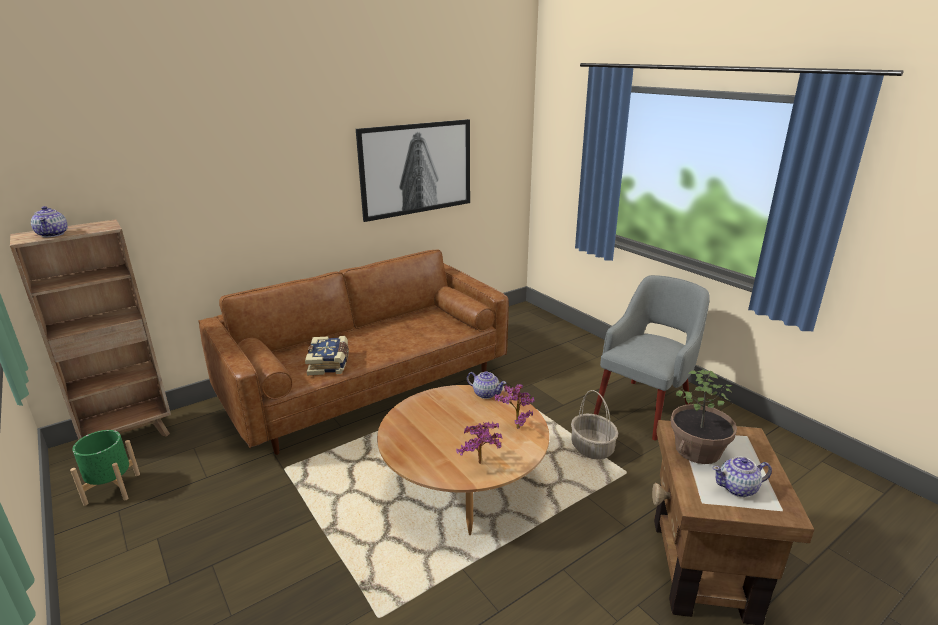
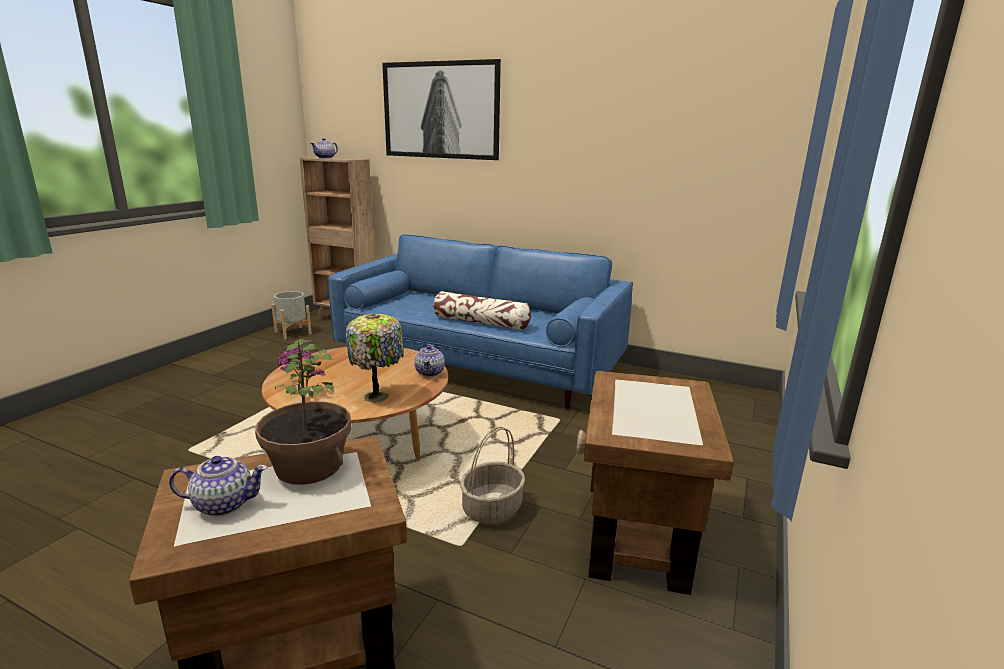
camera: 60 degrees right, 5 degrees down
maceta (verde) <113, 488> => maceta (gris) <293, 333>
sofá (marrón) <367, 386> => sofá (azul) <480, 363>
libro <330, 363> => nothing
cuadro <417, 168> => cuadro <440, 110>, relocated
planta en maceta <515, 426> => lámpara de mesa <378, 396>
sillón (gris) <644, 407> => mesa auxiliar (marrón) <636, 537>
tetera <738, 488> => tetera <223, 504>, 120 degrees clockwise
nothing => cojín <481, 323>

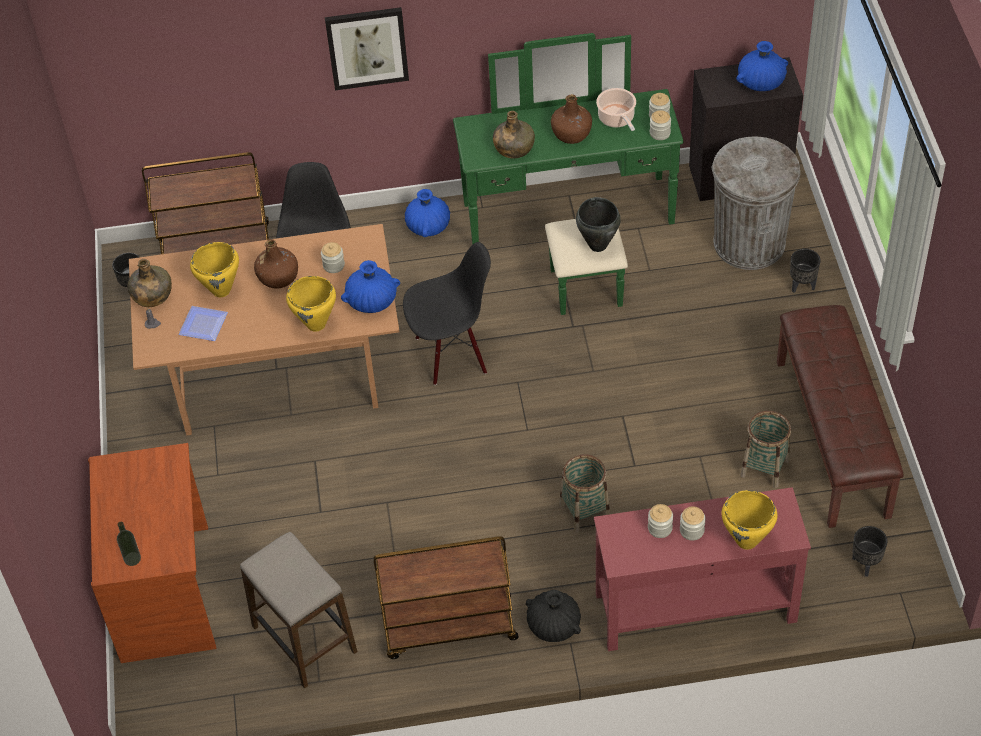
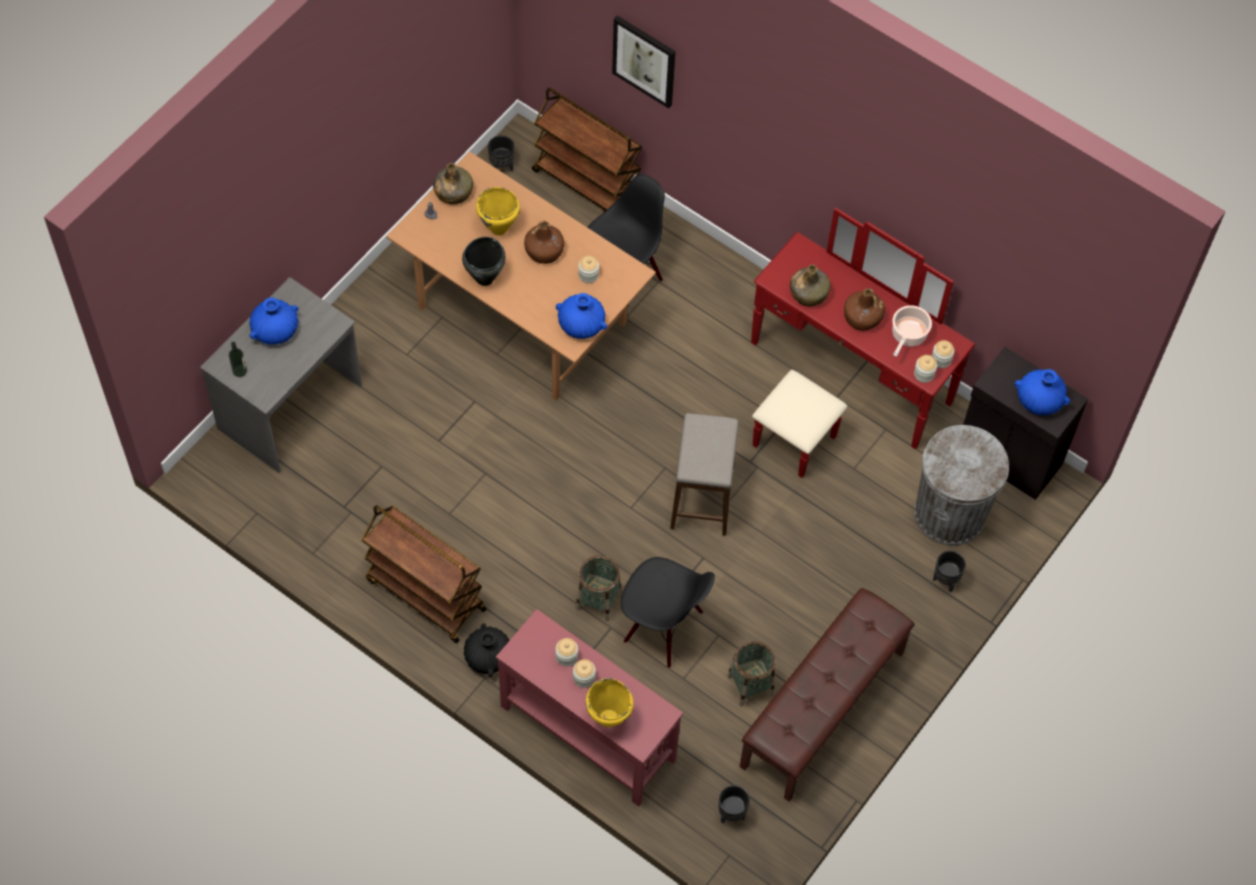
camera: 40 degrees right, 10 degrees up
escritorio (marrón) <167, 593> => escritorio (gris) <291, 408>
plato <205, 324> => nothing
taburete <304, 639> => taburete <702, 497>, relocated
olla (amarillo) <316, 324> => nothing
cuadro <367, 47> => cuadro <644, 60>, relocated
silla (negro) <451, 354> => silla (negro) <663, 628>, relocated
florero (azul) <428, 227> => florero (azul) <275, 330>, relocated
cómoda (verde) <573, 230> => cómoda (rojo) <839, 388>
olla (negro) <597, 245> => olla (negro) <484, 278>, relocated

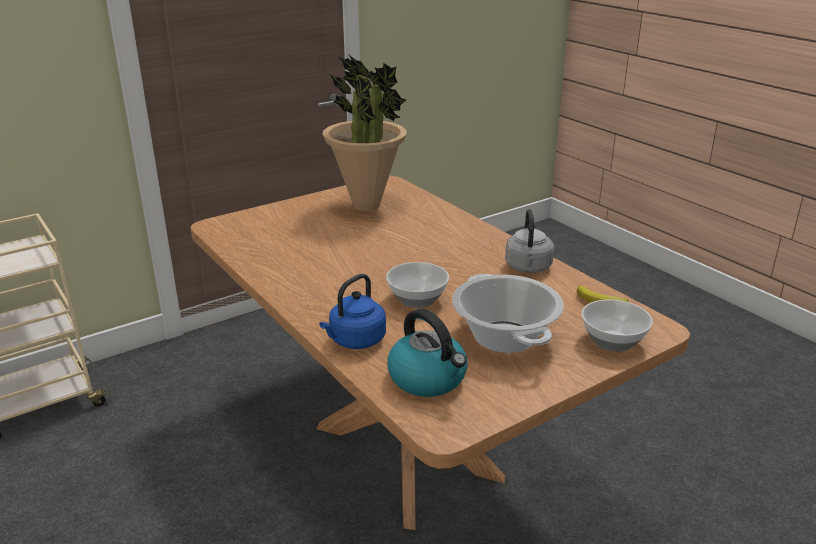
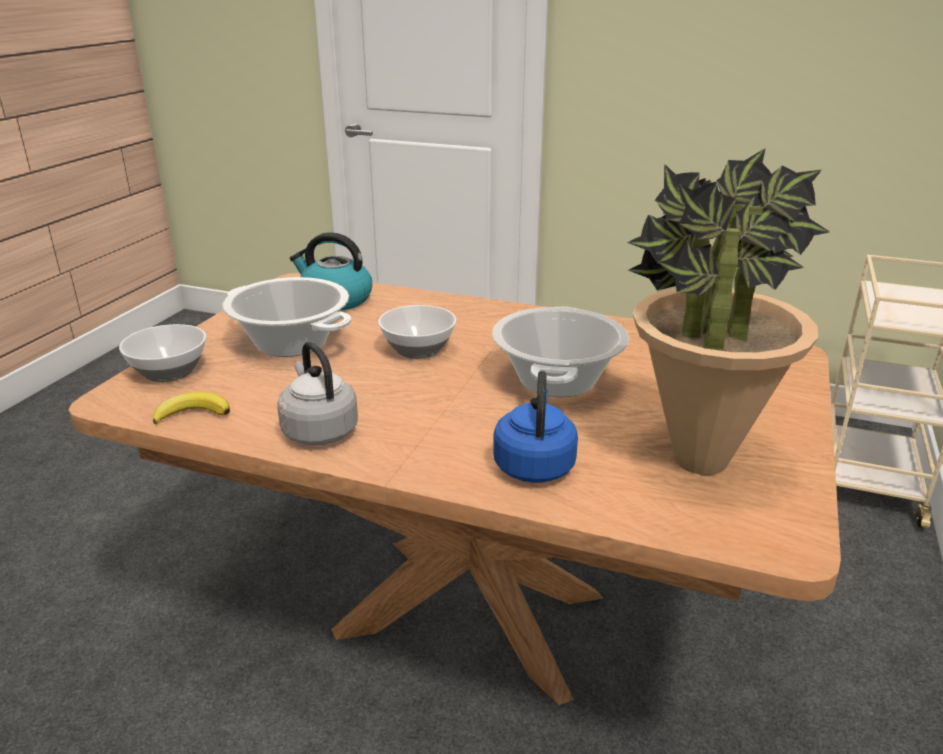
camera: 145 degrees right, 0 degrees up
hervidor (azul) <355, 341> => hervidor (azul) <534, 464>, relocated
nothing => olla <558, 380>

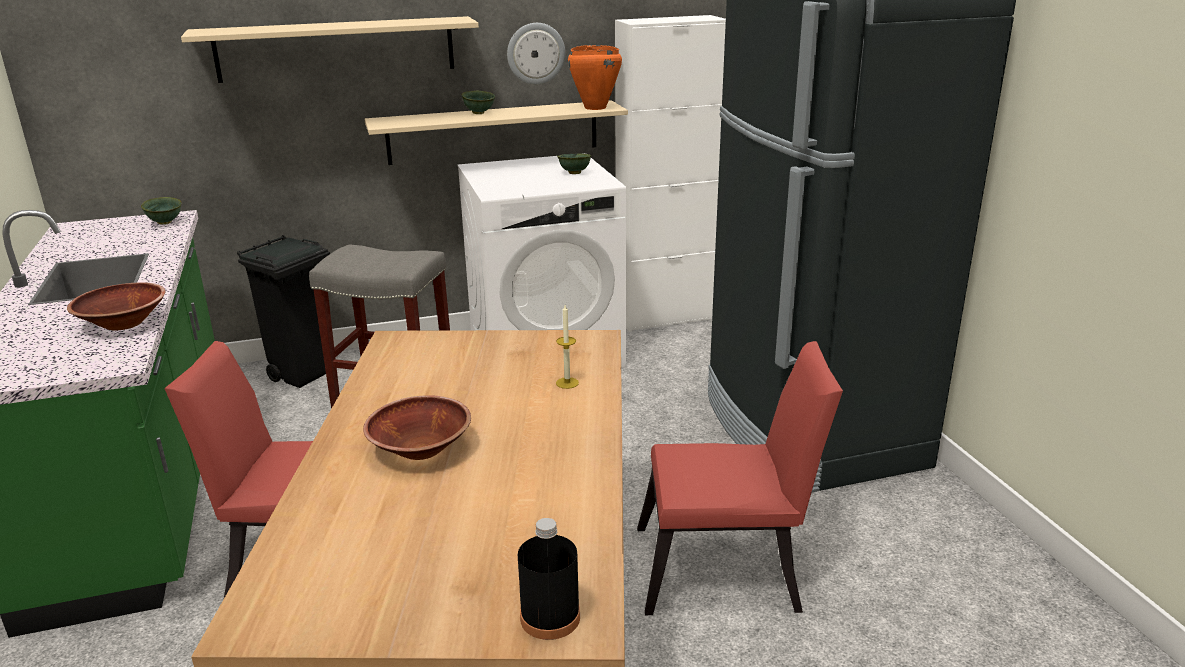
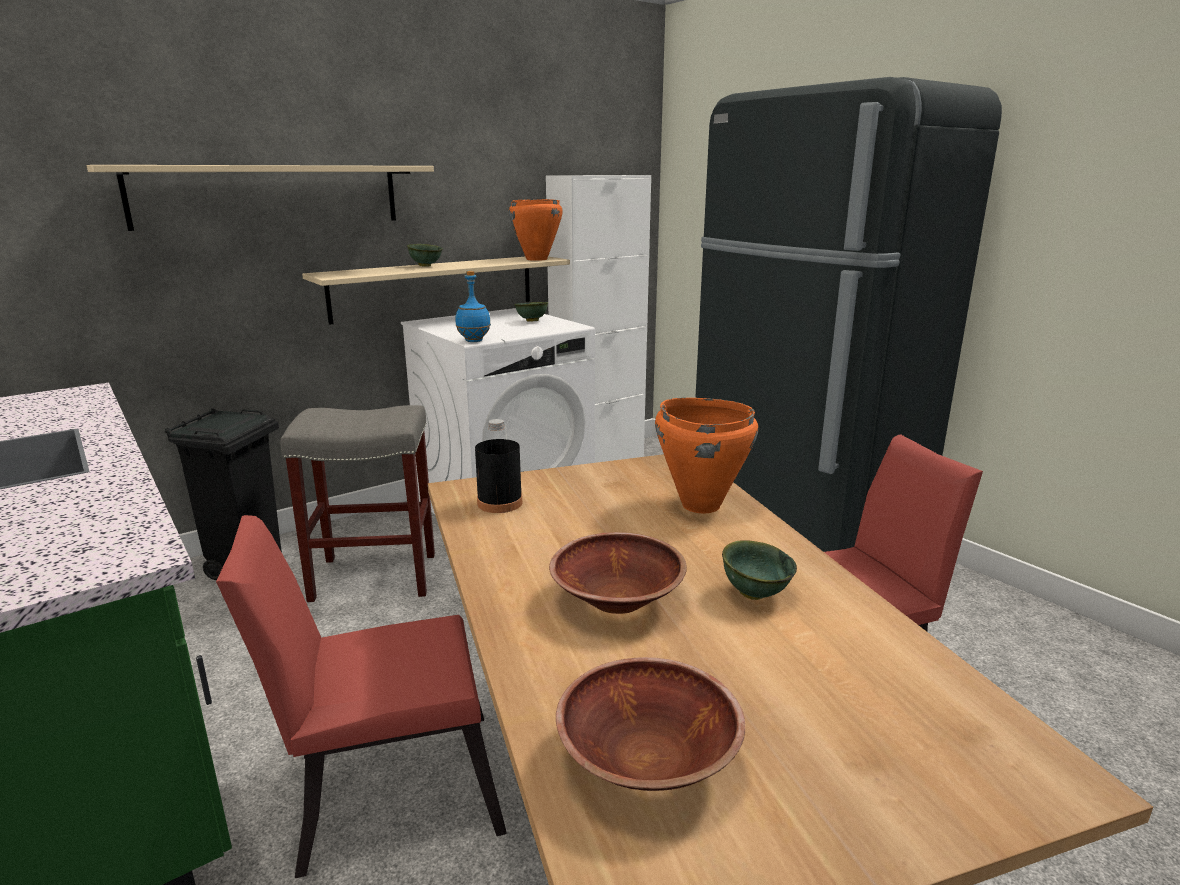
camera: 20 degrees left, 5 degrees down
cuenco (marrón) <123, 323> => cuenco (marrón) <648, 760>, relocated
cuenco (verde) <166, 222> => cuenco (verde) <754, 593>, relocated
reloj de pared <535, 53> => nothing
botella (negro) <550, 617> => botella (negro) <499, 503>, relocated
vela <567, 383> => olla (naranja) <700, 505>
nothing => botella (azul) <473, 341>

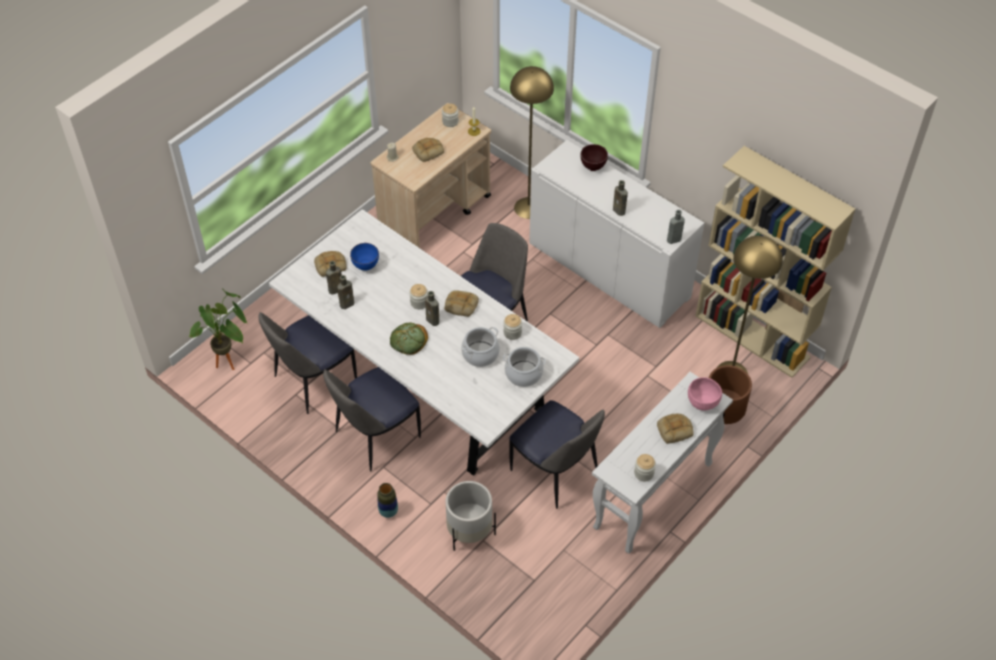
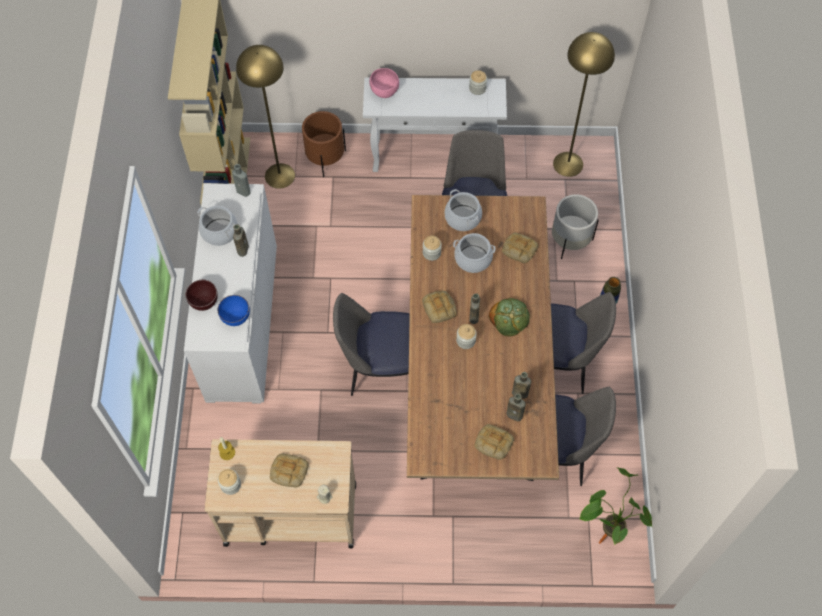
camera: 130 degrees left, 10 degrees up
mesa de comedor (blanco) <425, 378> => mesa de comedor (marrón) <475, 371>
cuenco (azul) <366, 266> => cuenco (azul) <235, 318>, relocated
lámpara de pie (amarillo) <528, 208> => lámpara de pie (amarillo) <568, 164>, relocated
pan <675, 429> => pan <518, 249>, relocated
nothing => olla <219, 232>

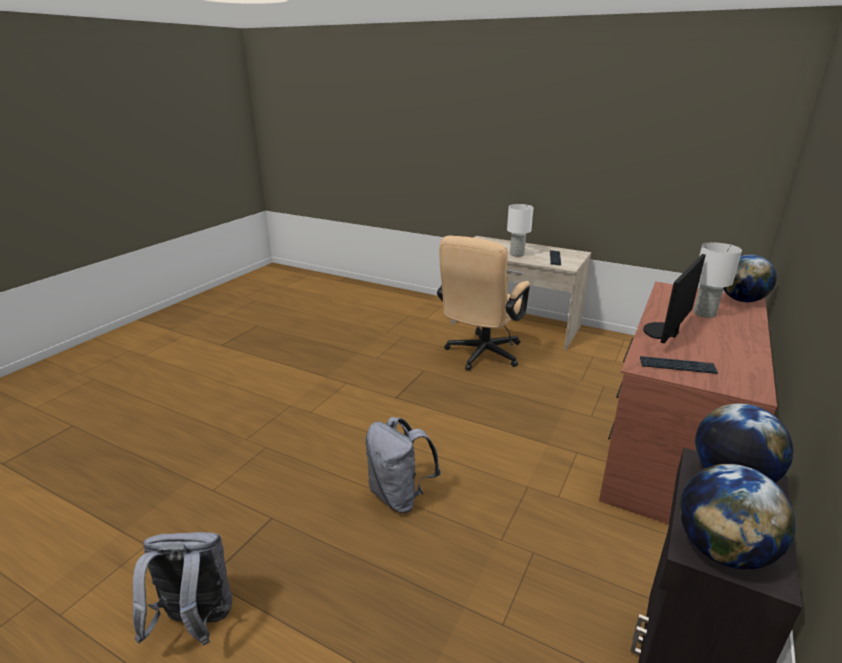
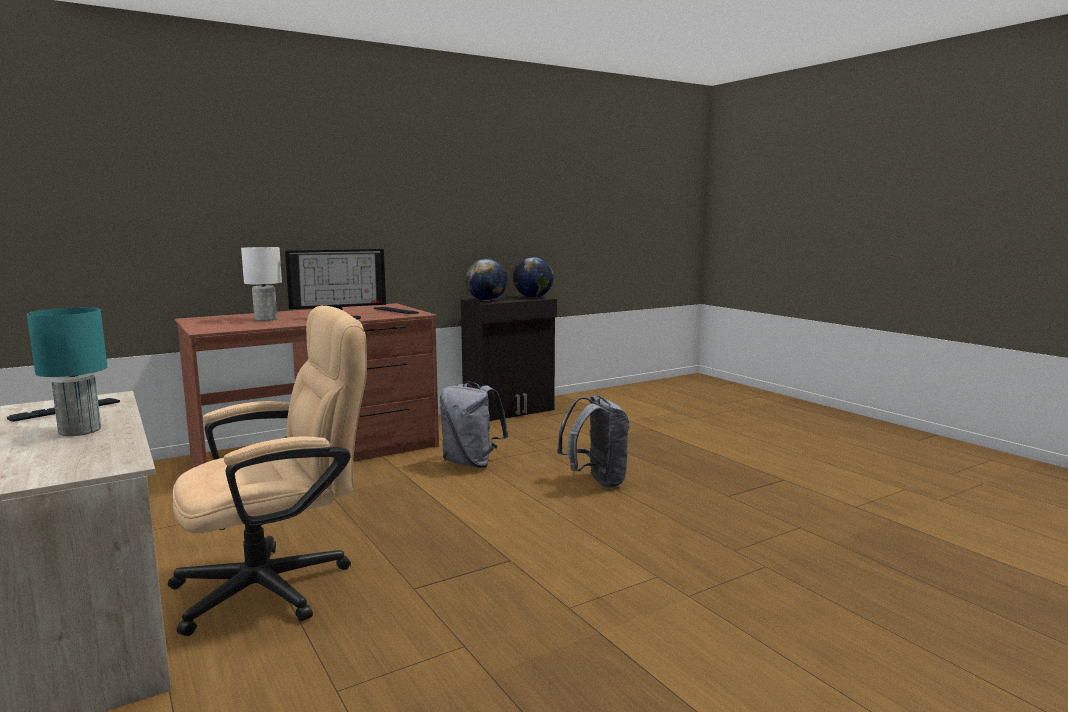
camera: 150 degrees left, 15 degrees down
mochila (gris) <195, 623> => mochila (gris) <471, 463>, relocated
lámpara de mesa (blanco) <517, 254> => lámpara de mesa (turquesa) <81, 430>
globo terráqueo <742, 300> => nothing

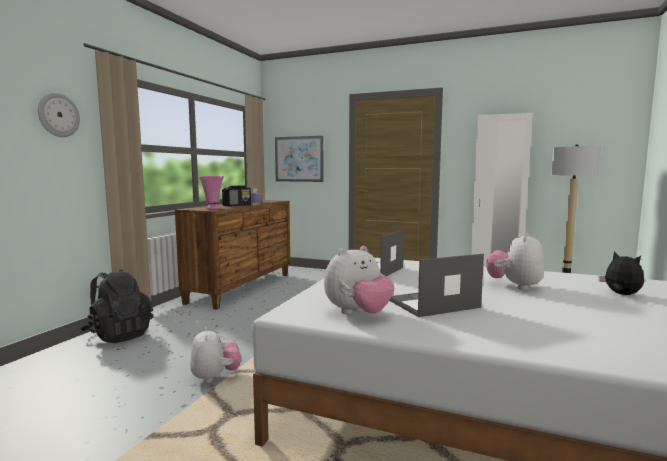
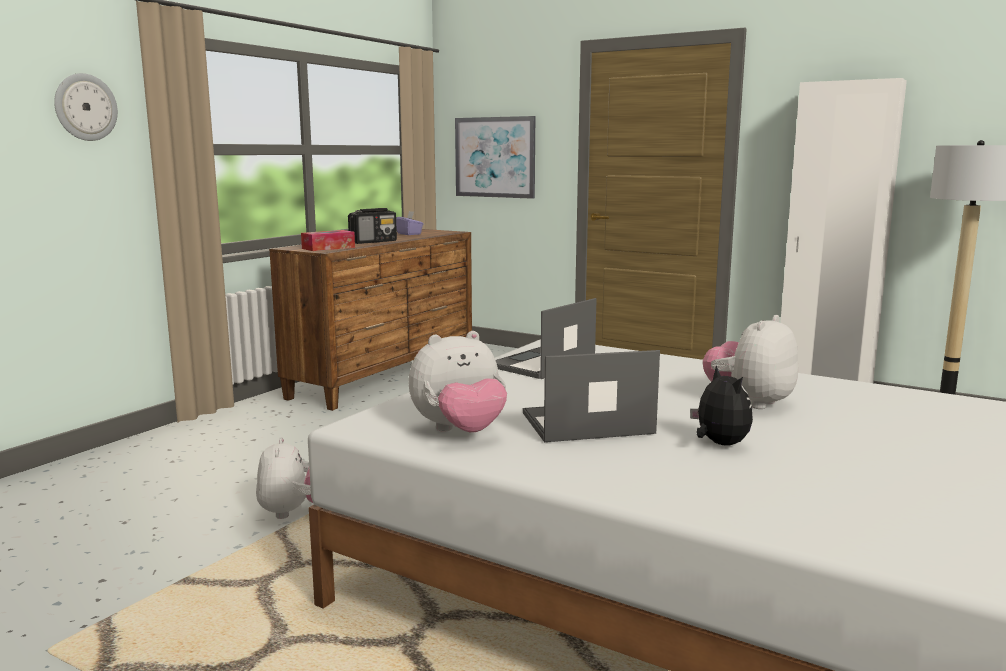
camera: 10 degrees right, 5 degrees up
mochila (negro) <119, 335> => nothing
florero (rosa) <212, 208> => caja de pañuelos <328, 248>
peluche <621, 294> => peluche <719, 444>, relocated

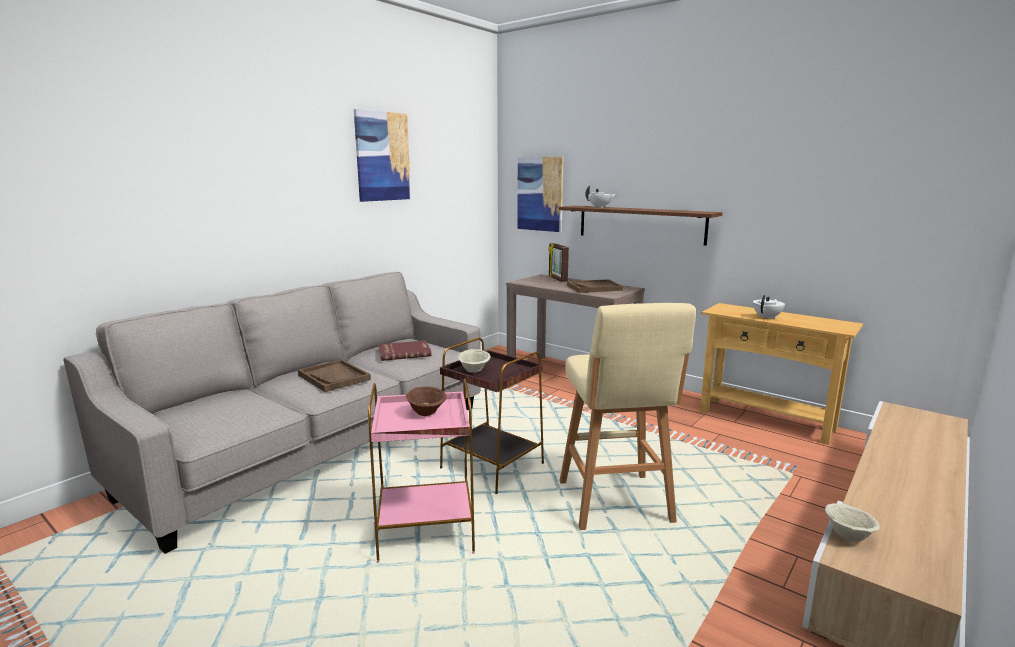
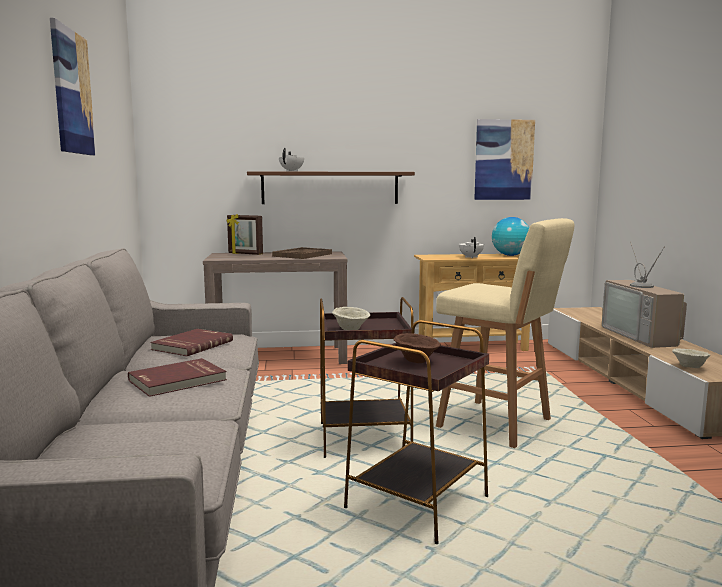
camera: 45 degrees left, 5 degrees down
bandeja (marrón) <334, 377> => libro (rojo) <178, 381>
mesa auxiliar (rosa) <427, 530> => mesa auxiliar (marrón) <418, 503>
cuadro <540, 194> => cuadro <504, 160>, relocated
nothing => globo terráqueo <510, 255>
nothing => televisor <643, 336>

